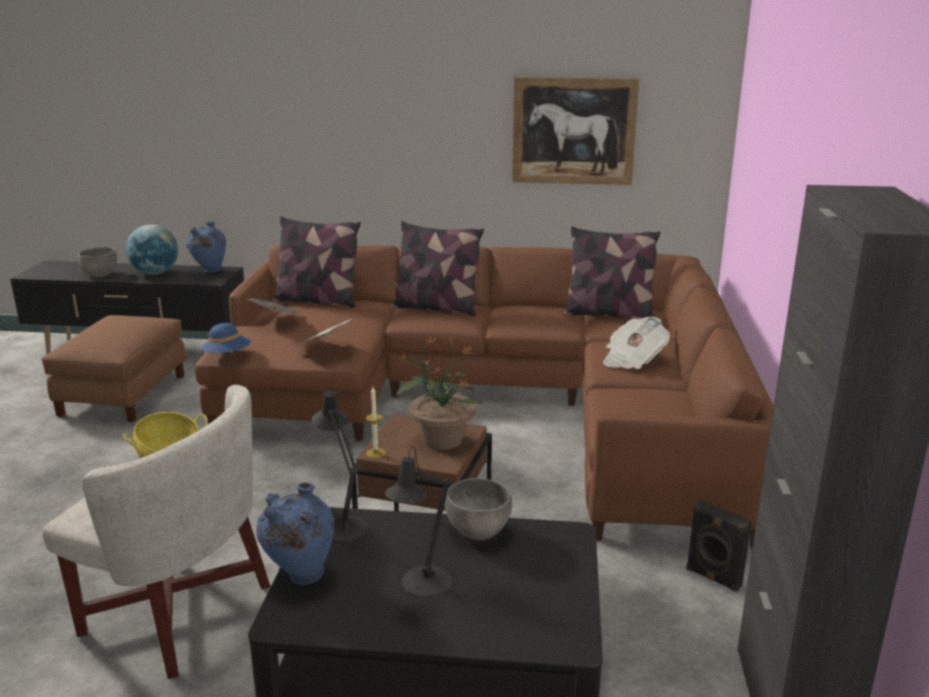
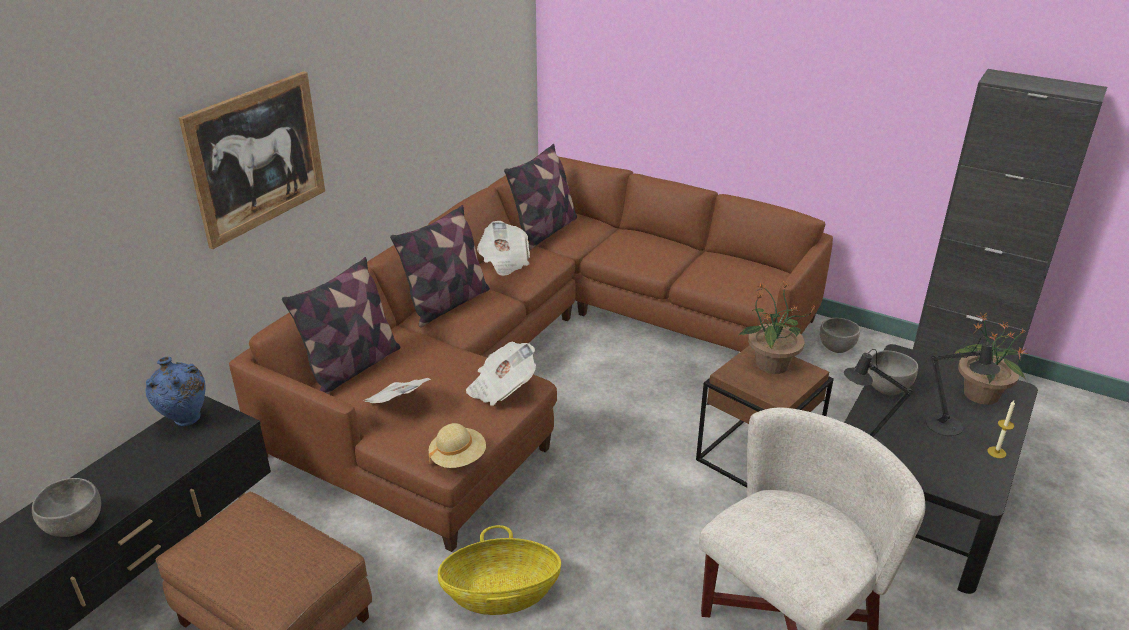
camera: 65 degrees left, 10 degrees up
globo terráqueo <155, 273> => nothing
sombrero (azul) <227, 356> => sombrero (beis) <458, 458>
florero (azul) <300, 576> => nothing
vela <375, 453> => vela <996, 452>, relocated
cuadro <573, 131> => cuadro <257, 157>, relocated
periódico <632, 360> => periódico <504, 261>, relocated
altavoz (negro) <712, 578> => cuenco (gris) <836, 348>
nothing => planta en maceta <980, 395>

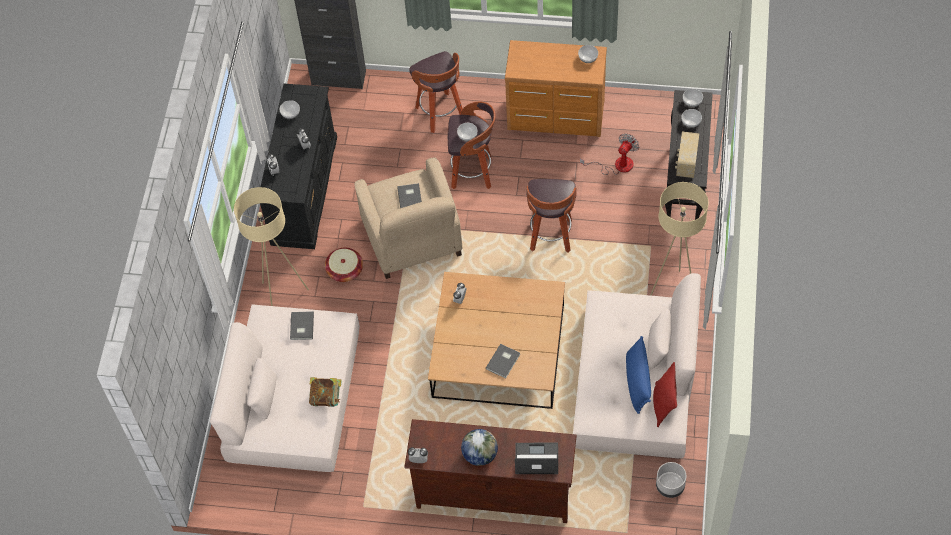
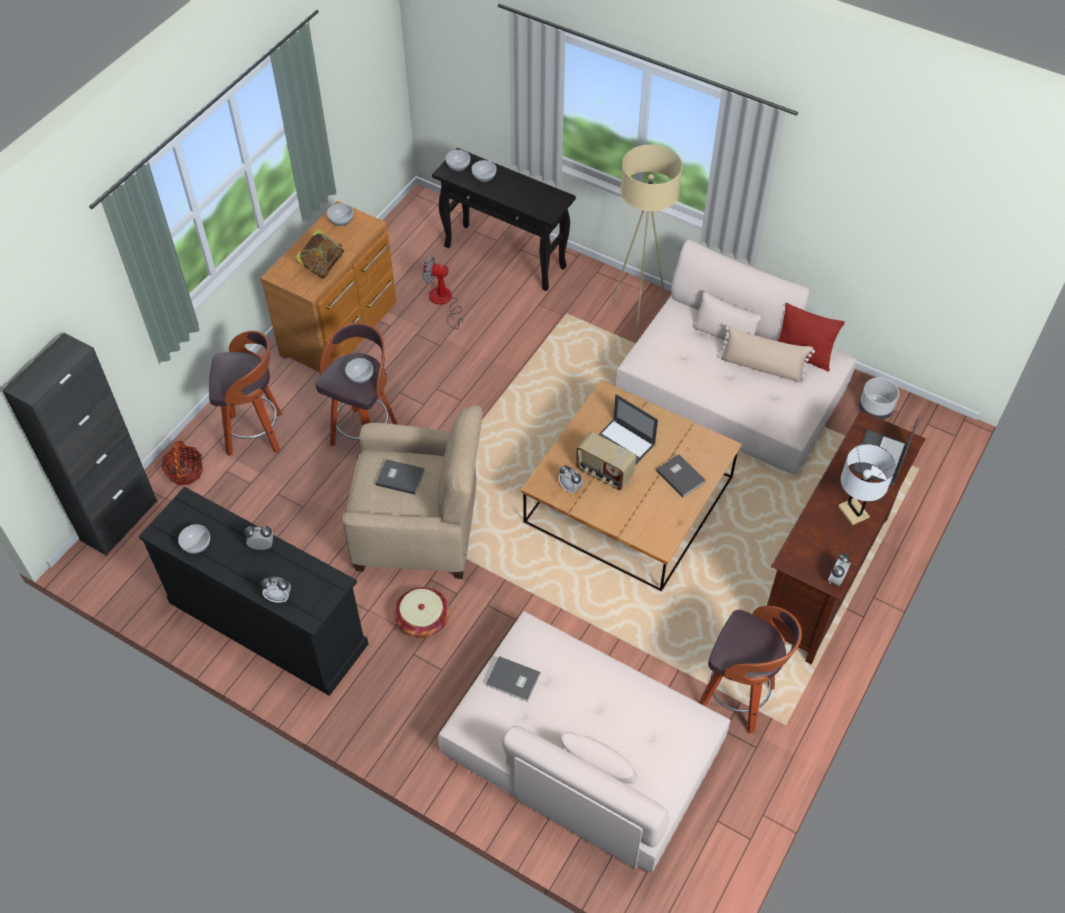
camera: 70 degrees left, 5 degrees down
lámpara de pie (beis) <282, 297> => nothing
libro <326, 397> => libro <322, 265>, relocated
globo terráqueo <480, 455> => lámpara de mesa (blanco) <853, 512>
taburete <551, 236> => taburete <738, 698>, relocated
ventilador <616, 165> => ventilador <444, 302>, 45 degrees counterclockwise
cojín (azul) <637, 381> => cojín (beis) <762, 367>
radio <686, 163> => radio <604, 473>, relocated
nothing => cesta <185, 471>
nothing => portátil <623, 444>

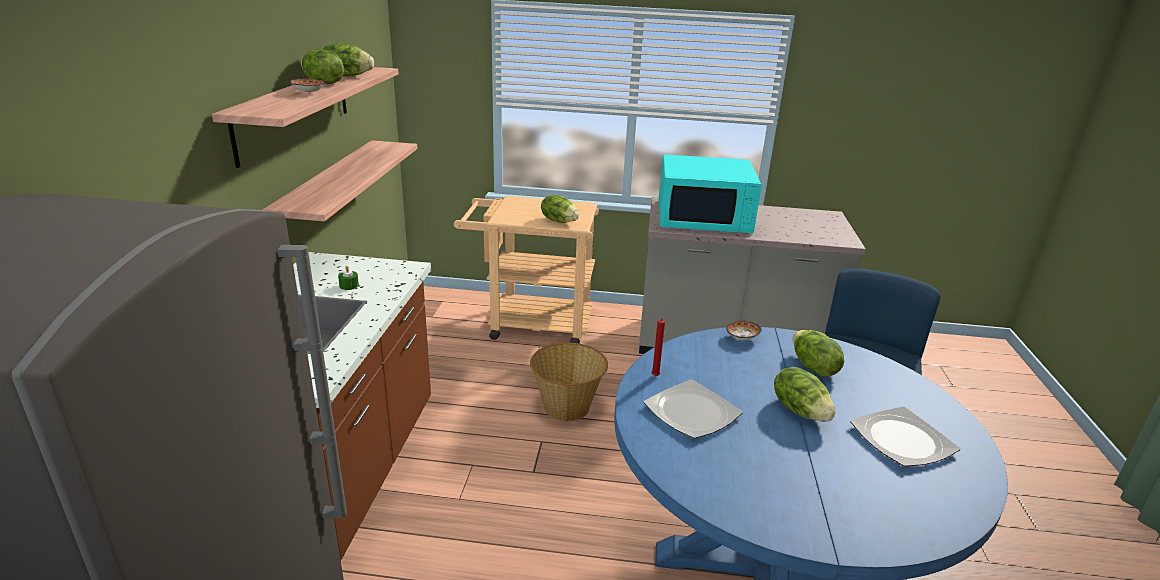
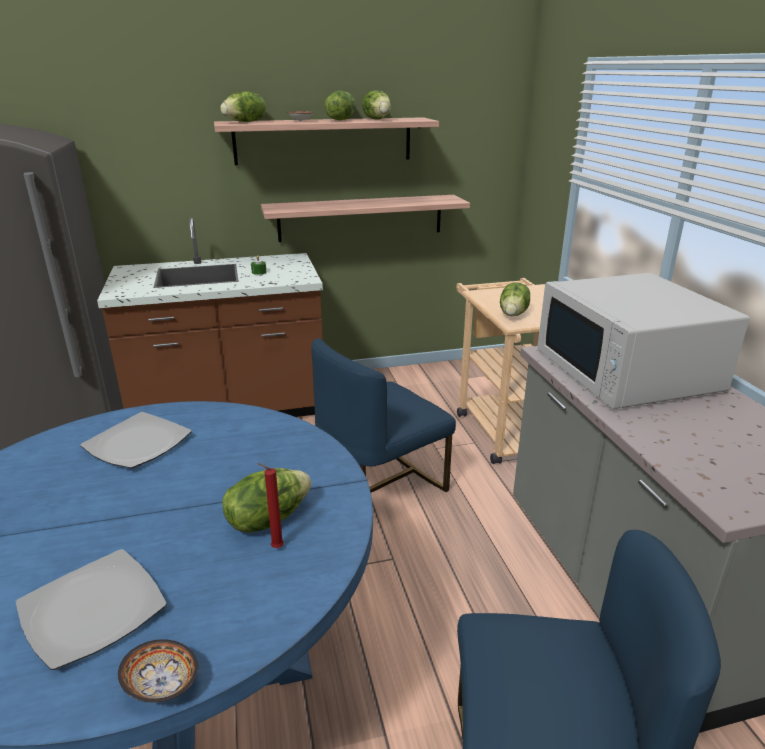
camera: 70 degrees right, 0 degrees up
cesta <567, 407> => silla (azul) <380, 485>
vela (rojo) <655, 377> => vela (rojo) <275, 548>, relocated
microondas (turquesa) <704, 217> => microondas (blanco) <626, 372>
cuenco <743, 338> => cuenco <162, 686>, relocated
lechuga <800, 410> => lechuga <246, 122>, relocated

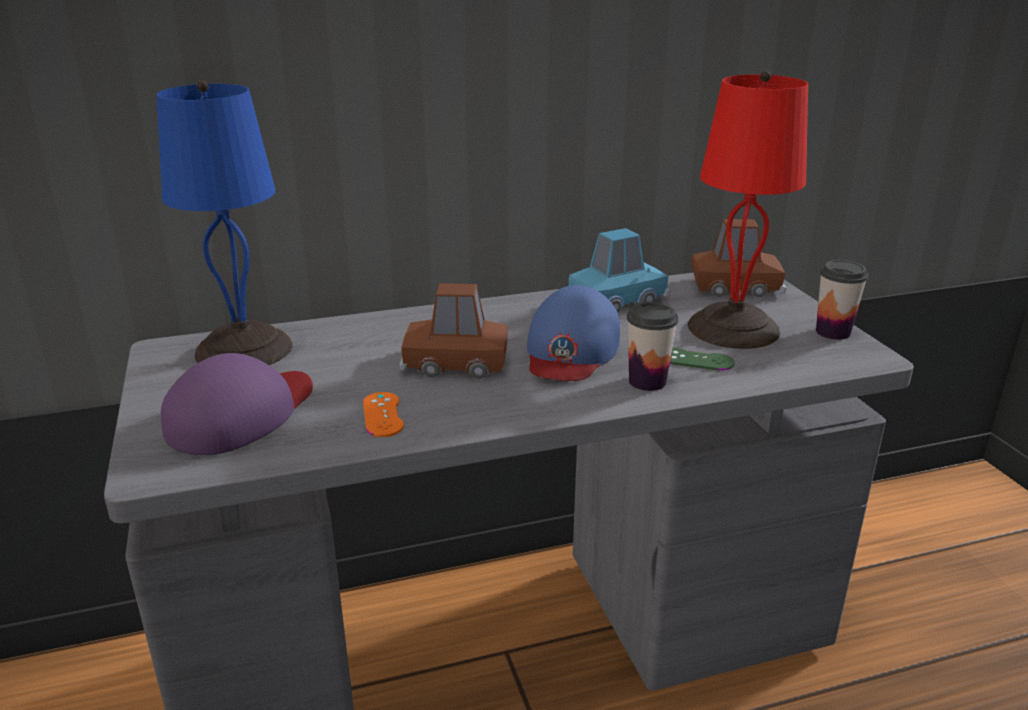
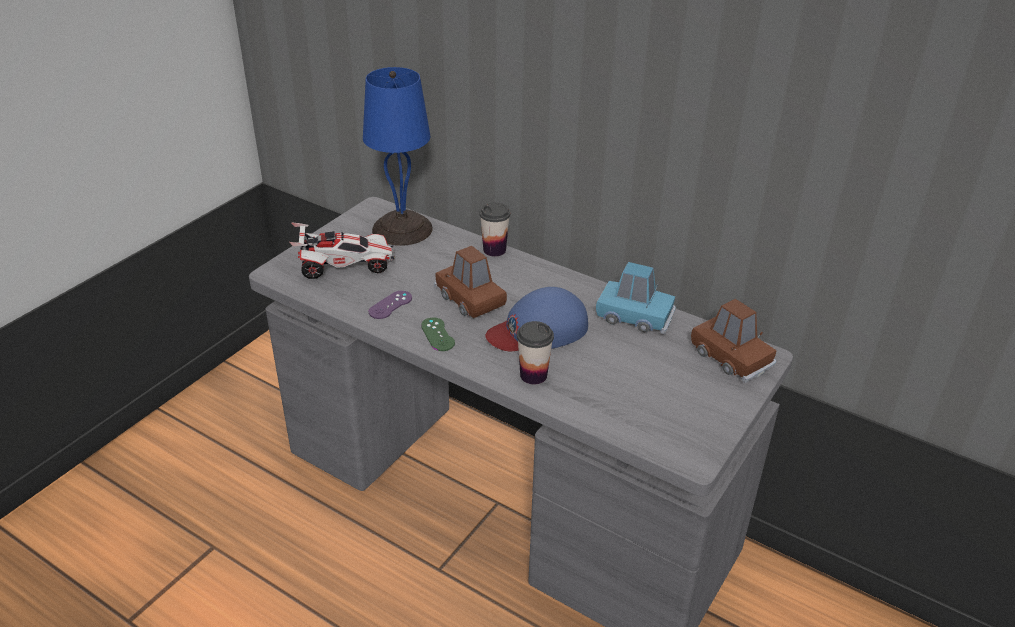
camera: 50 degrees right, 10 degrees up
gorra (morado) <241, 414> => coche de juguete <344, 265>
mando de consola (naranja) <383, 414> => mando de consola (morado) <390, 305>
mando de consola (verde) <696, 360> => mando de consola (verde) <437, 334>, relocated
lámpara de mesa (rojo) <731, 328> => nothing
taza <833, 332> => taza <494, 250>, relocated

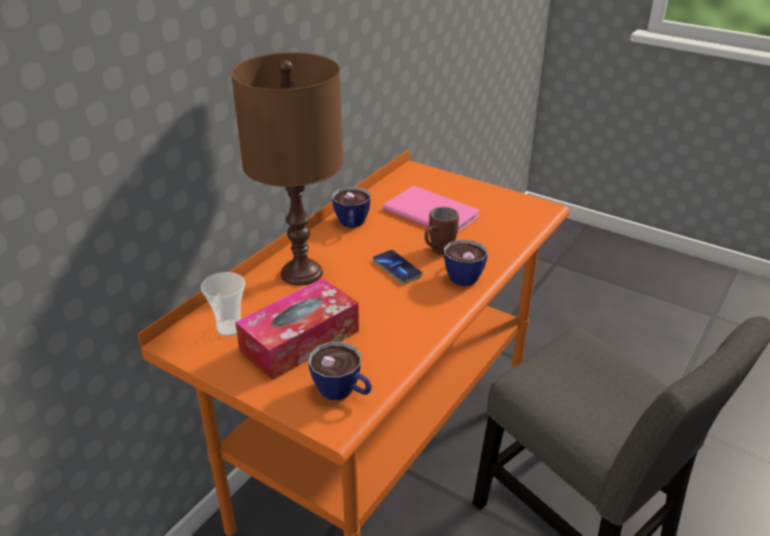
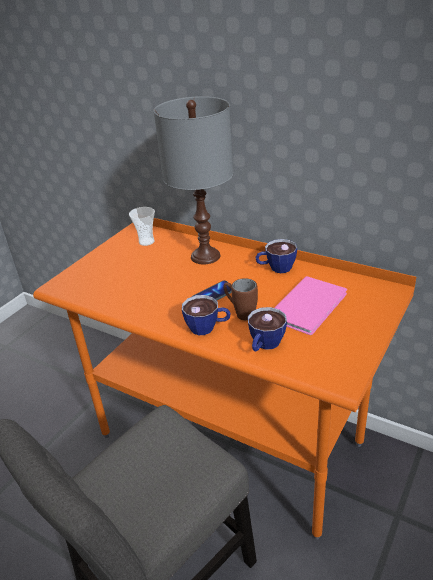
camera: 90 degrees right, 0 degrees up
lámpara de mesa (marrón) <302, 273> => lámpara de mesa (gris) <205, 256>
caja de pañuelos <300, 341> => nothing
taza <343, 392> => taza <264, 345>, relocated

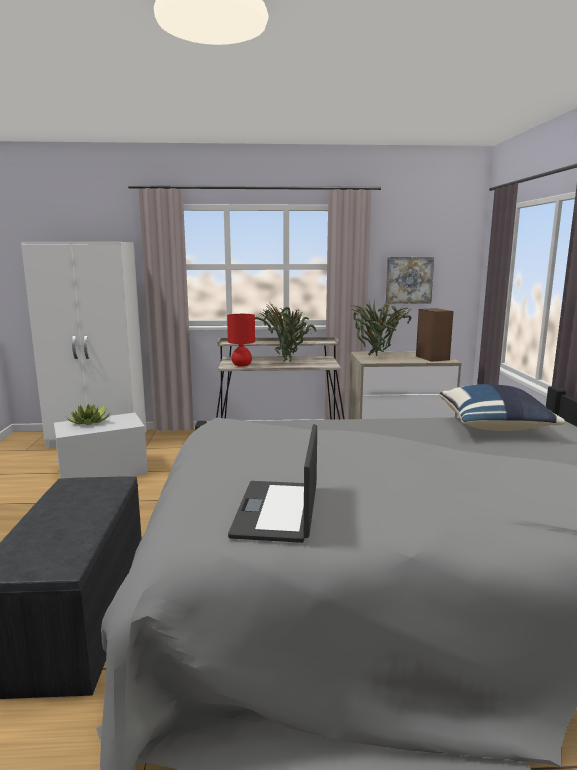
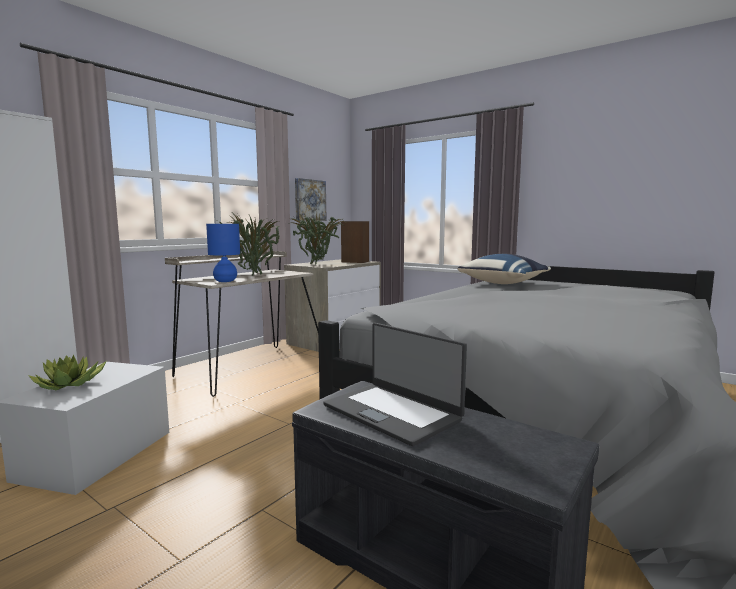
camera: 50 degrees left, 5 degrees down
lámpara de mesa (rojo) <242, 365> => lámpara de mesa (azul) <226, 281>
portátil <278, 511> => portátil <392, 412>, relocated

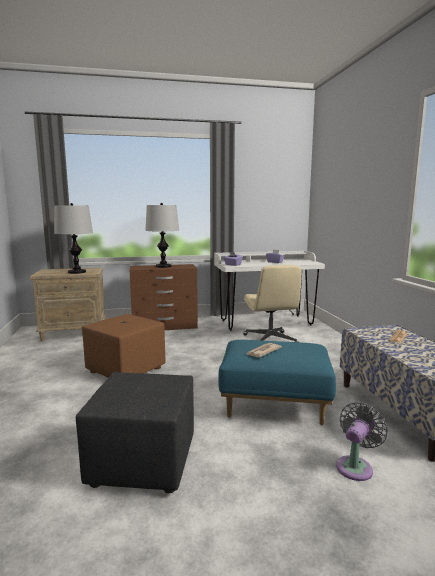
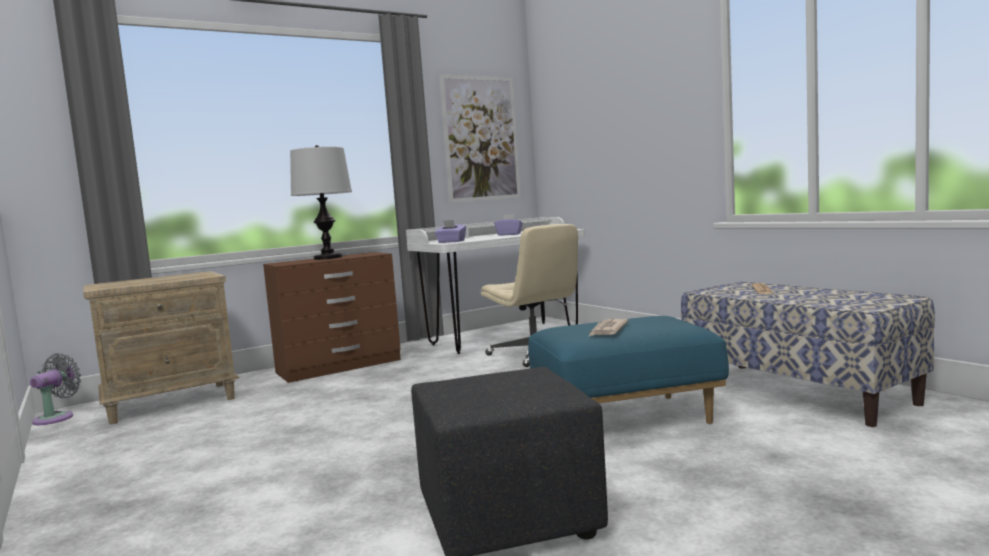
camera: 20 degrees left, 5 degrees down
lámpara de mesa <77, 272> => nothing
puf (marrón) <126, 370> => nothing
ventilador (gris) <356, 466> => ventilador (gris) <57, 417>, relocated
nothing => cuadro <481, 138>

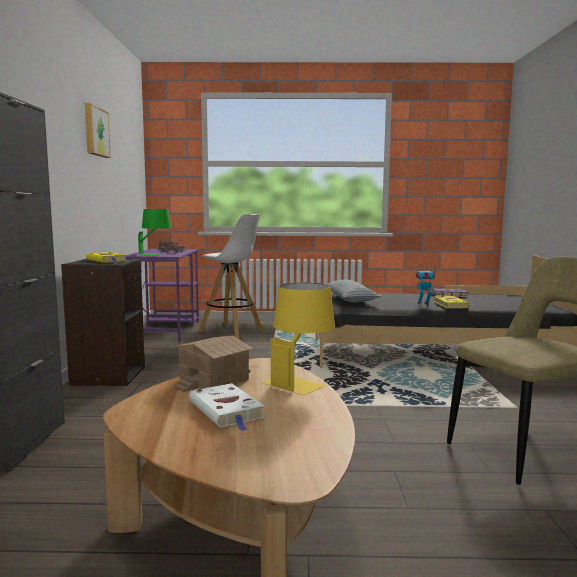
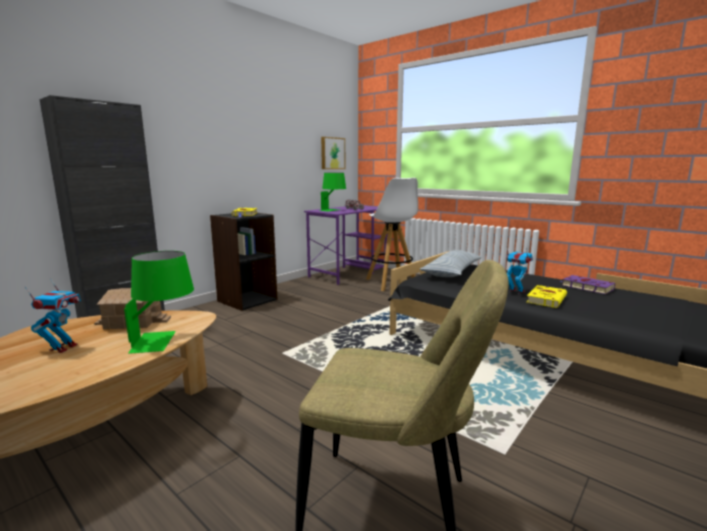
camera: 40 degrees right, 5 degrees up
cuadro <95, 131> => cuadro <332, 153>, relocated
libro (blanco) <227, 411> => robot de juguete <63, 348>
lámpara de mesa (amarillo) <300, 381> => lámpara de mesa (verde) <165, 340>

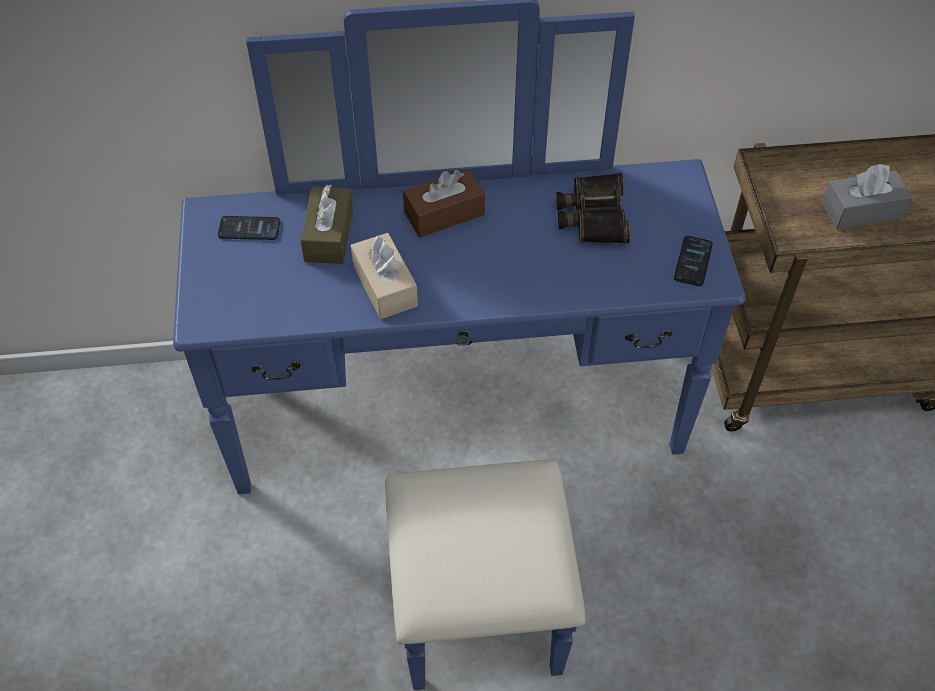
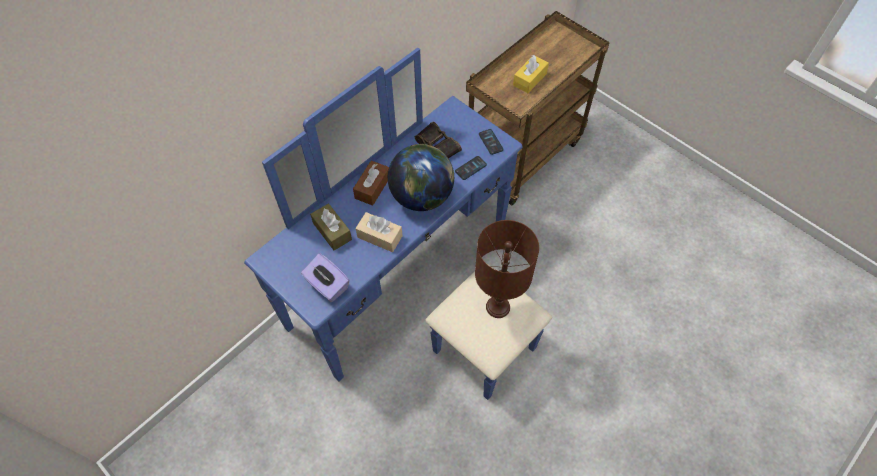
camera: 40 degrees left, 5 degrees up
móvil <249, 229> => móvil <470, 168>, relocated
caja de pañuelos (gris) <861, 210> => caja de pañuelos (amarillo) <529, 79>
nothing => caja de pañuelos (morado) <327, 285>
nothing => globo terráqueo <422, 196>
nothing => lámpara de mesa (marrón) <498, 306>

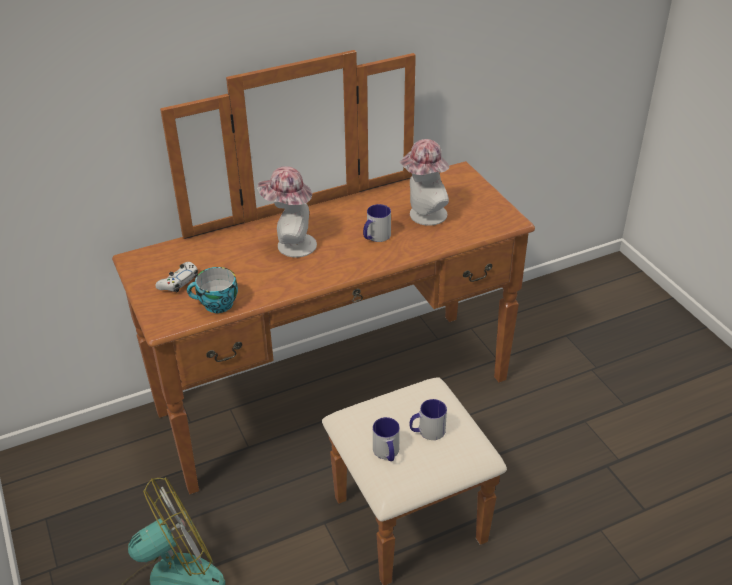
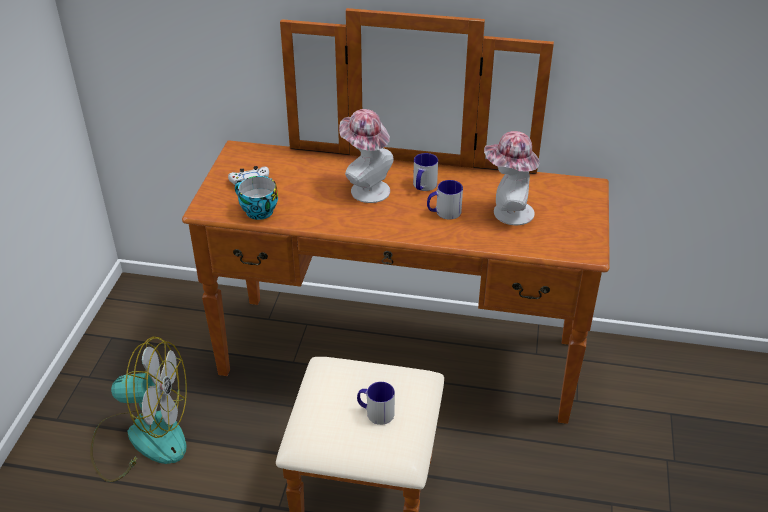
camera: 35 degrees right, 0 degrees up
taza grande <387, 453> => taza grande <423, 186>, relocated

